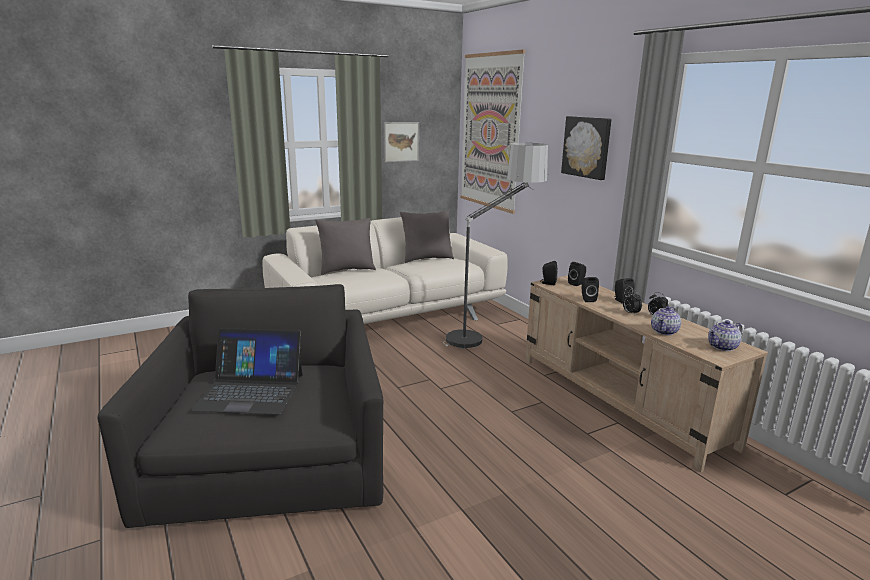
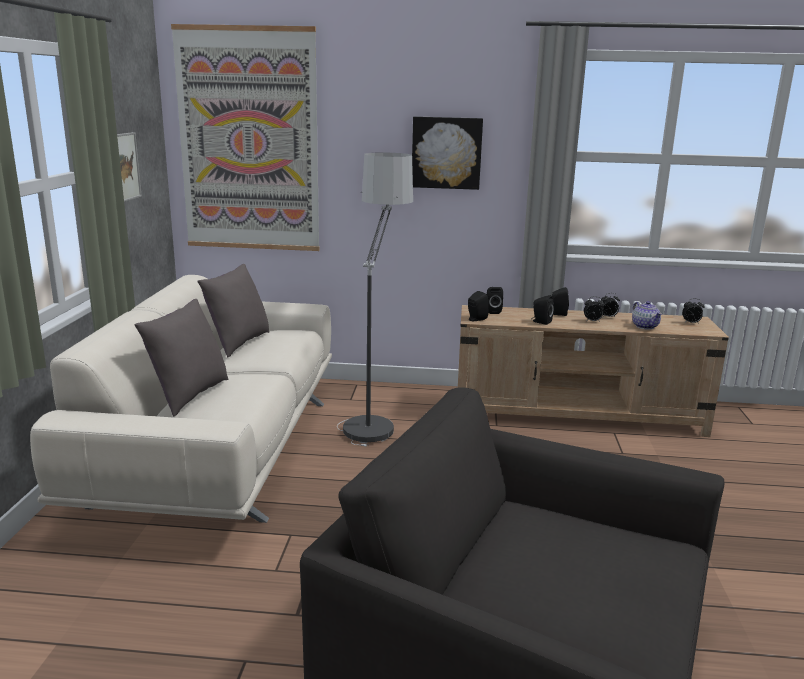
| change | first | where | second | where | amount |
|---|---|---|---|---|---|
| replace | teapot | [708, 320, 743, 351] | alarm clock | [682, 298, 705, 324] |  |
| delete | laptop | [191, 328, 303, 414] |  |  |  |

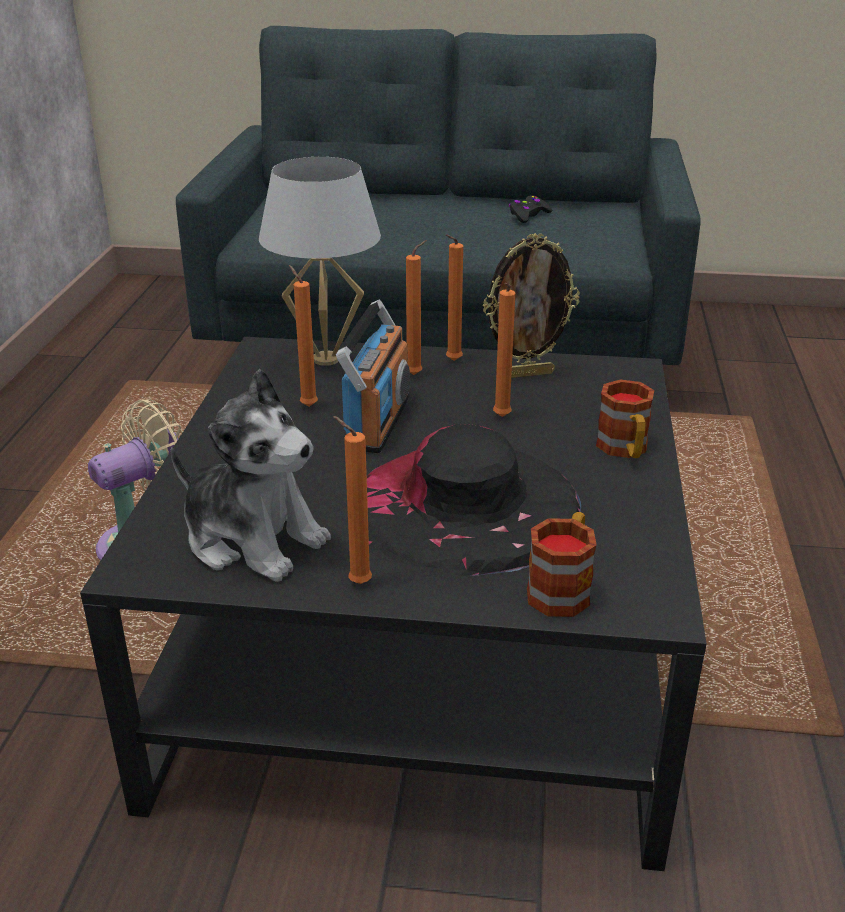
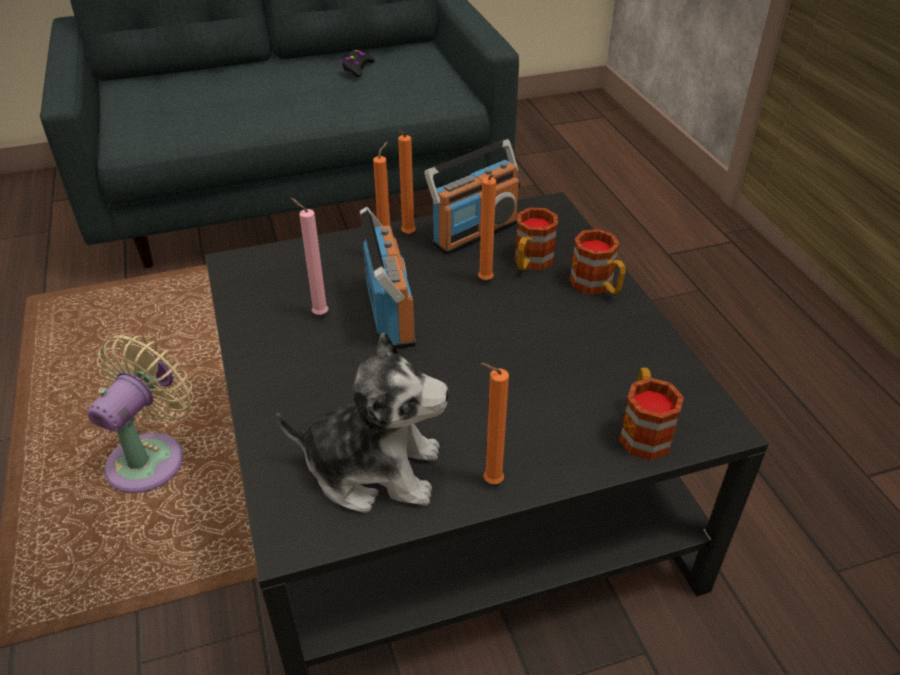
| change | first | where | second | where | amount |
|---|---|---|---|---|---|
| delete | table lamp (white) | [259, 157, 381, 366] |  |  |  |
| replace | picture frame | [483, 233, 580, 378] | radio | [425, 139, 520, 255] |  |
| recolor | candle (orange) | [289, 265, 318, 407] | candle (pink) | [291, 198, 329, 315] |  |
| delete | hat (black) | [367, 424, 581, 576] |  |  |  |
| insert |  |  | mug | [515, 207, 558, 270] |  |

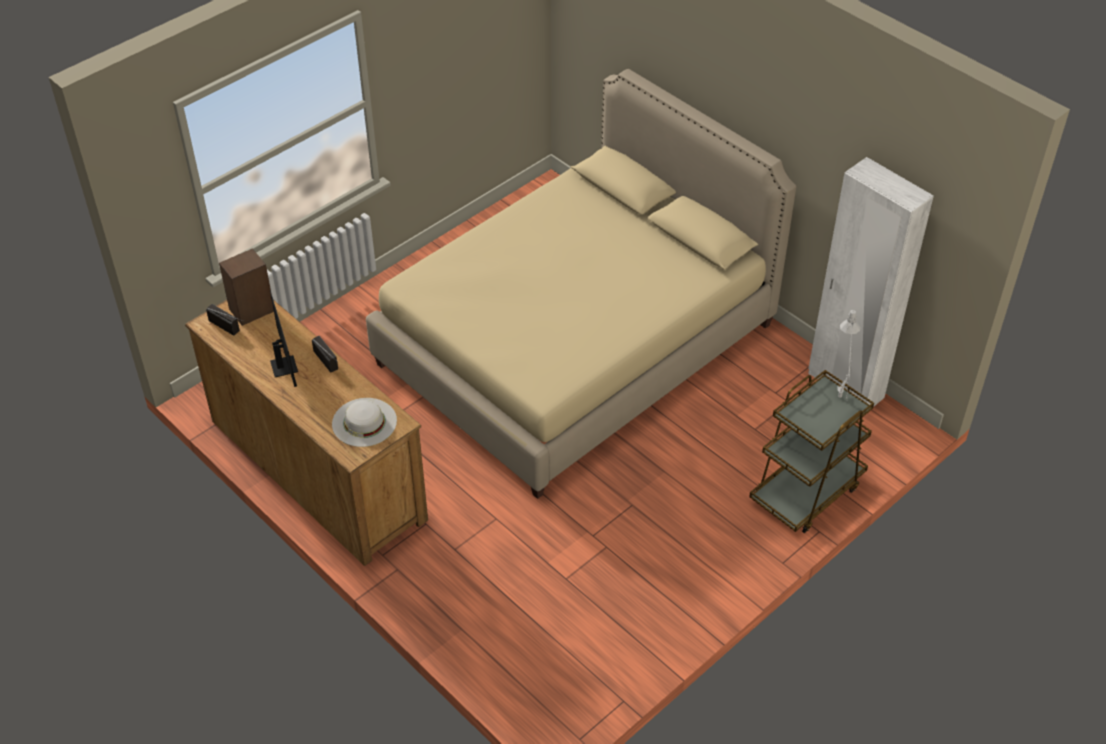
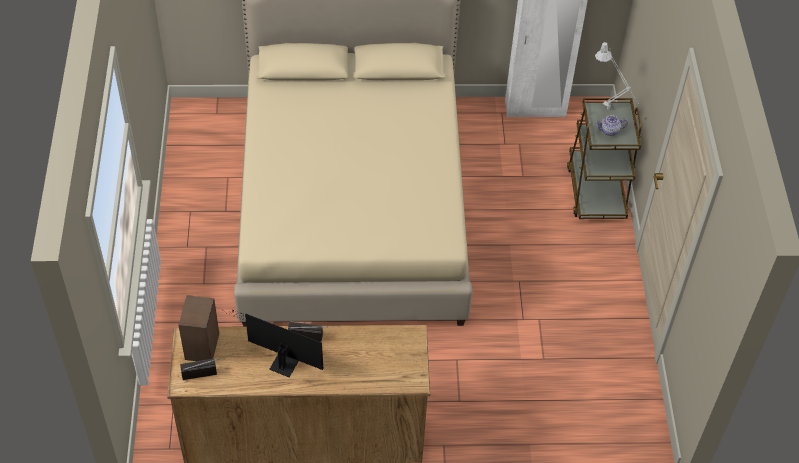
| change | first | where | second | where | amount |
|---|---|---|---|---|---|
| delete | hat (white) | [332, 398, 397, 447] |  |  |  |
| insert |  |  | teapot | [595, 115, 628, 136] |  |

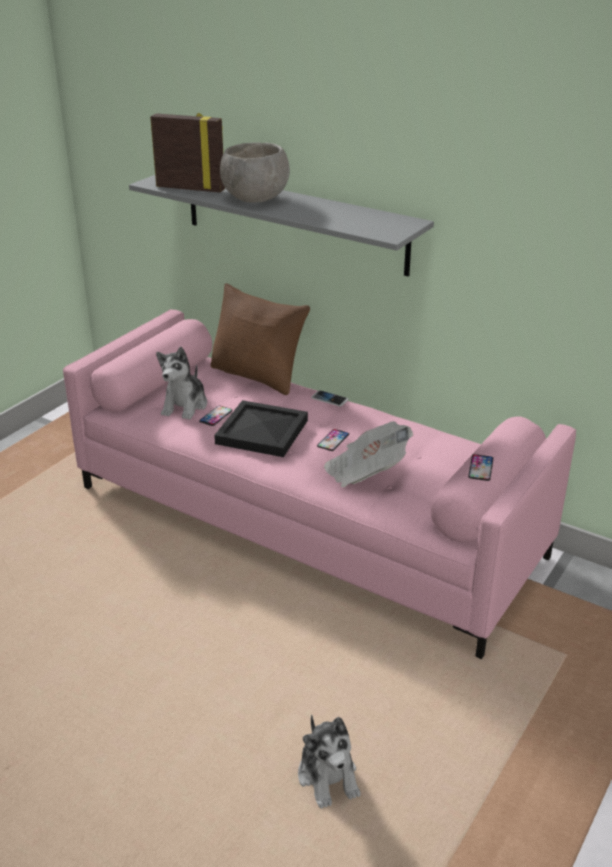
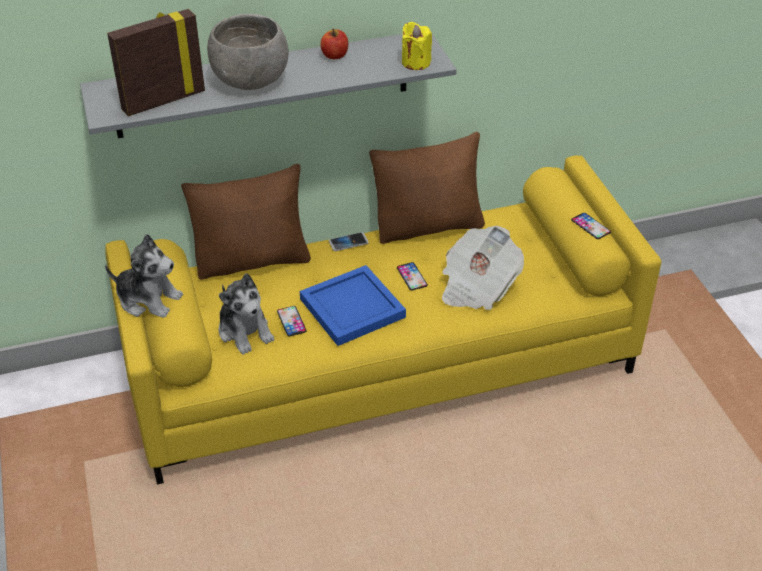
| change | first | where | second | where | amount |
|---|---|---|---|---|---|
| recolor | sofa (pink) | [63, 309, 576, 659] | sofa (yellow) | [105, 155, 661, 485] |  |
| recolor | tray (black) | [214, 400, 308, 457] | tray (blue) | [300, 265, 406, 346] |  |
| move | plush toy | [298, 715, 361, 809] |  | [105, 234, 183, 318] |  |
| insert |  |  | candle (yellow) | [402, 22, 432, 70] |  |
| insert |  |  | apple | [320, 29, 348, 59] |  |
| insert |  |  | pillow (brown) | [369, 132, 485, 244] |  |

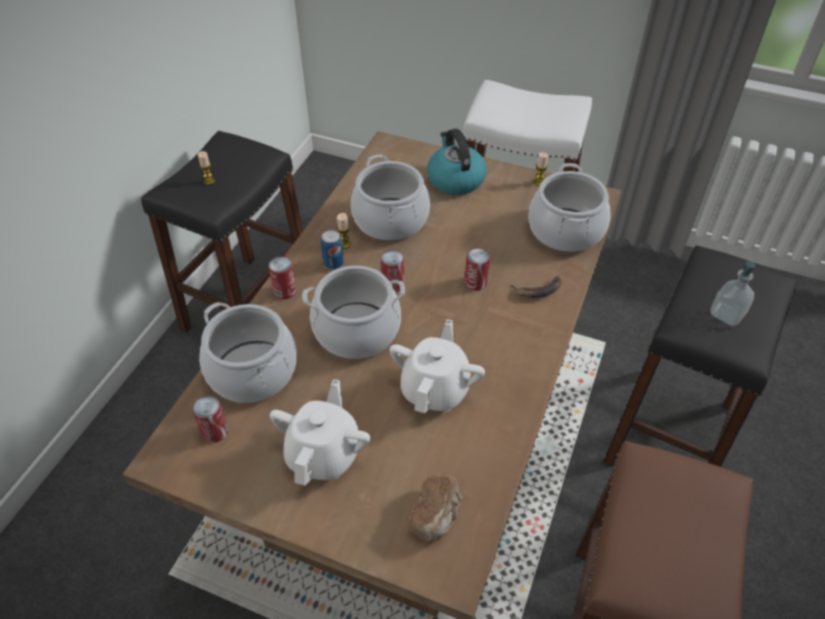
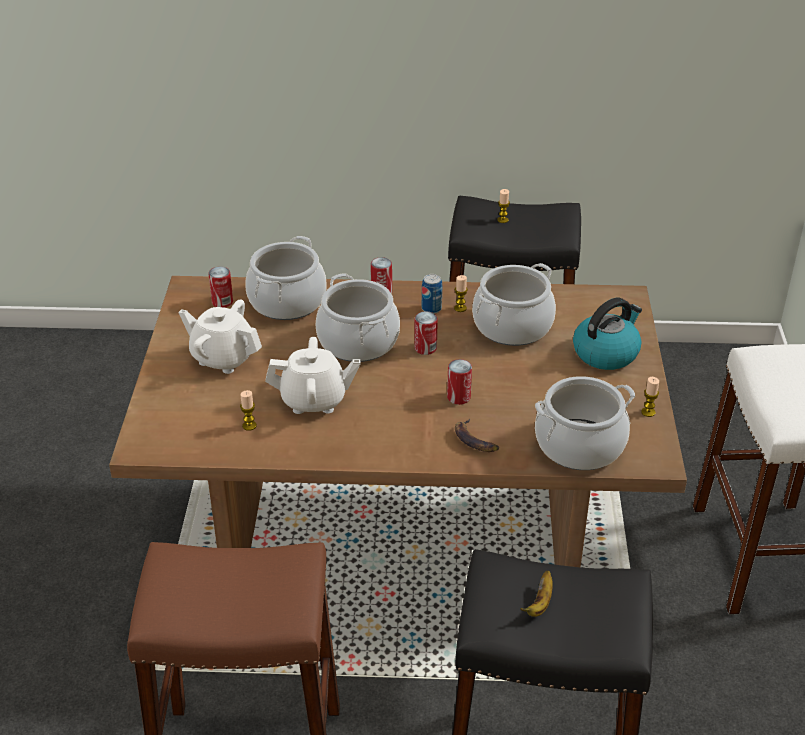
| change | first | where | second | where | amount |
|---|---|---|---|---|---|
| replace | soap dispenser | [710, 261, 755, 326] | banana | [520, 571, 553, 617] |  |
| rotate | teapot (white) | [270, 379, 370, 486] |  | [178, 300, 262, 374] | 150 degrees counterclockwise |
| delete | bread | [409, 474, 462, 541] |  |  |  |
| insert |  |  | candle | [240, 390, 257, 431] |  |

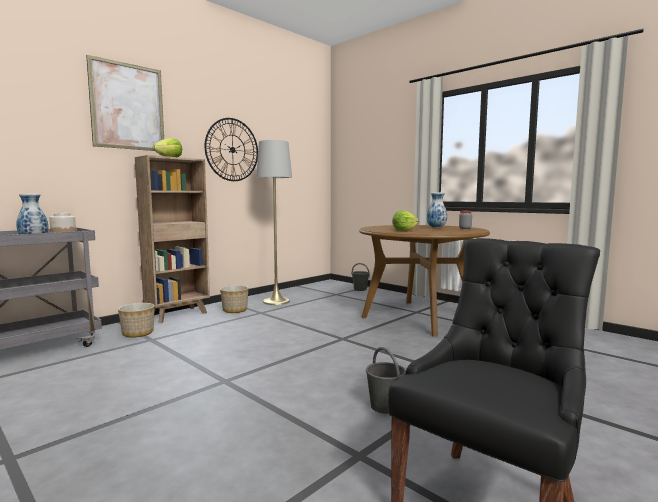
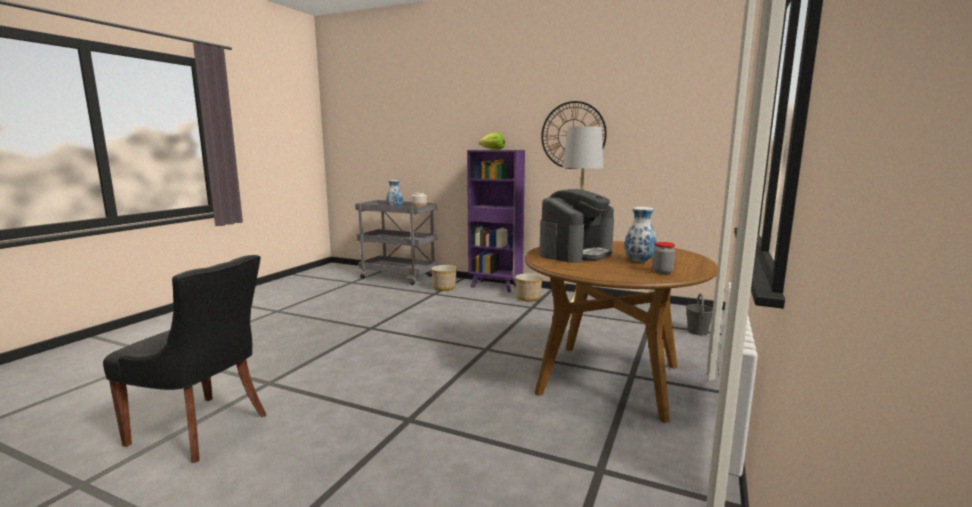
| change | first | where | second | where | amount |
|---|---|---|---|---|---|
| delete | picture | [86, 55, 164, 151] |  |  |  |
| recolor | bookcase (brown) | [135, 155, 210, 323] | bookcase (purple) | [467, 150, 525, 293] |  |
| replace | lettuce | [392, 211, 419, 231] | coffee machine | [539, 189, 614, 263] |  |
| delete | bucket (grey) | [366, 347, 406, 414] |  |  |  |

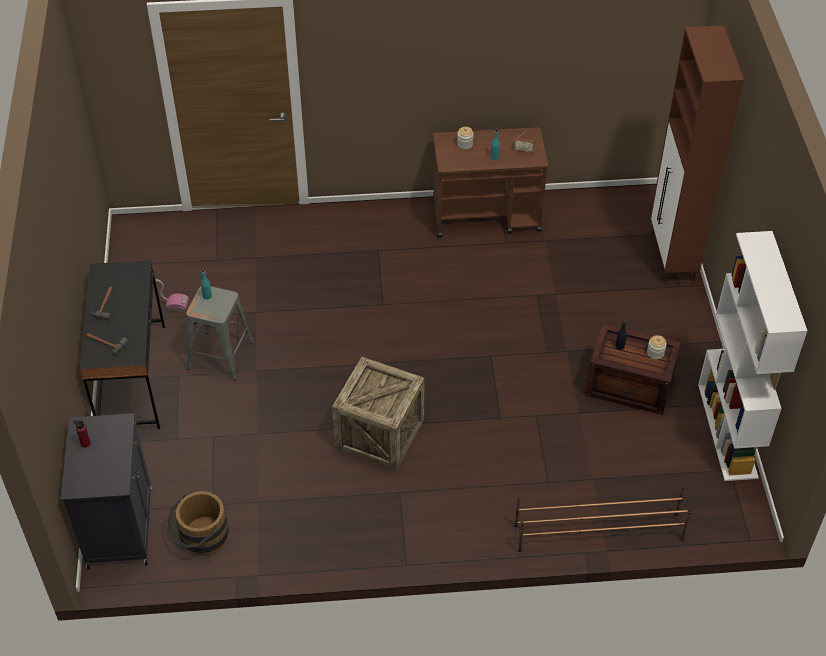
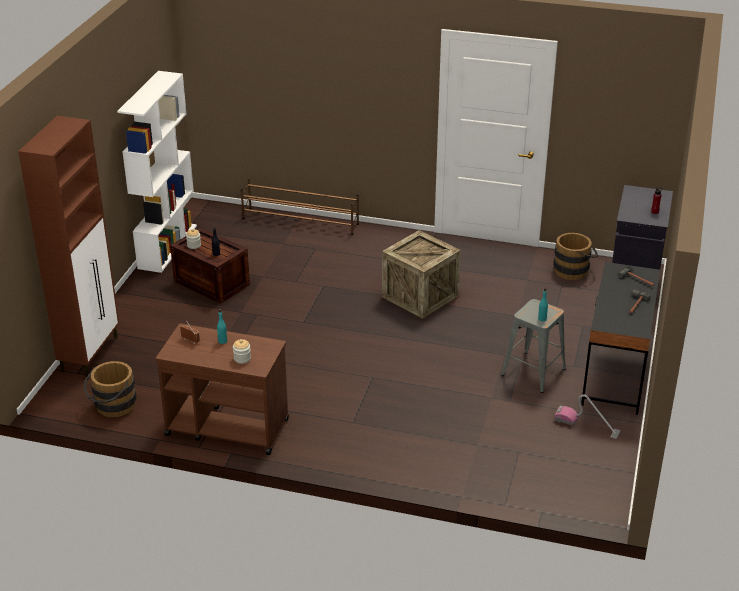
| change | first | where | second | where | amount |
|---|---|---|---|---|---|
| insert |  |  | bucket (brown) | [83, 361, 136, 418] |  |

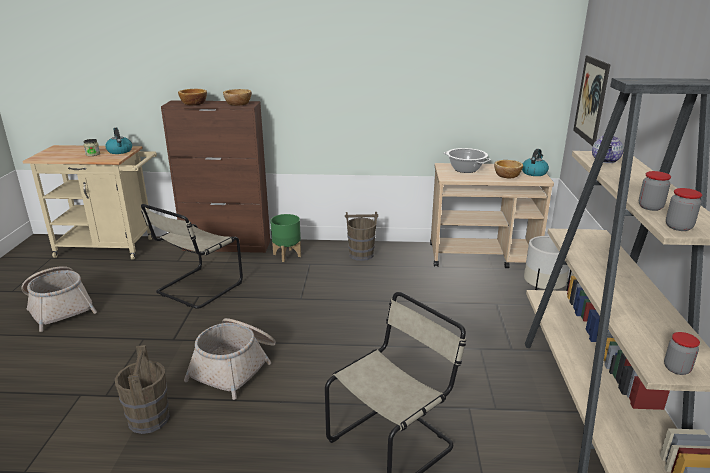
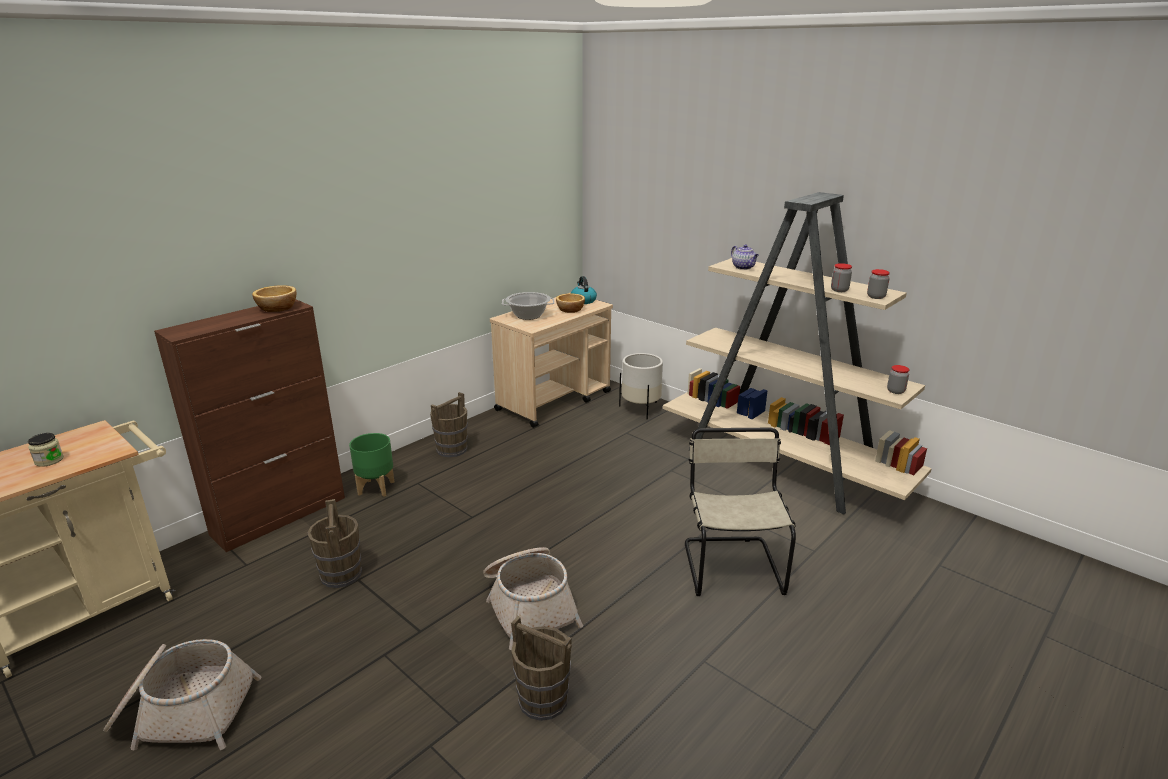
| change | first | where | second | where | amount |
|---|---|---|---|---|---|
| delete | picture | [573, 55, 610, 146] |  |  |  |
| delete | bowl | [178, 89, 207, 105] |  |  |  |
| delete | kettle | [105, 128, 132, 154] |  |  |  |
| replace | chair (beige) | [141, 204, 243, 309] | bucket (brown) | [307, 499, 362, 588] |  |

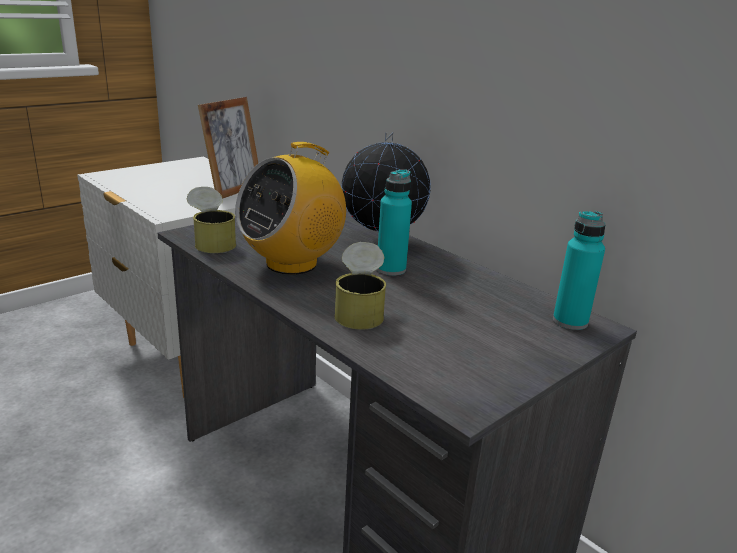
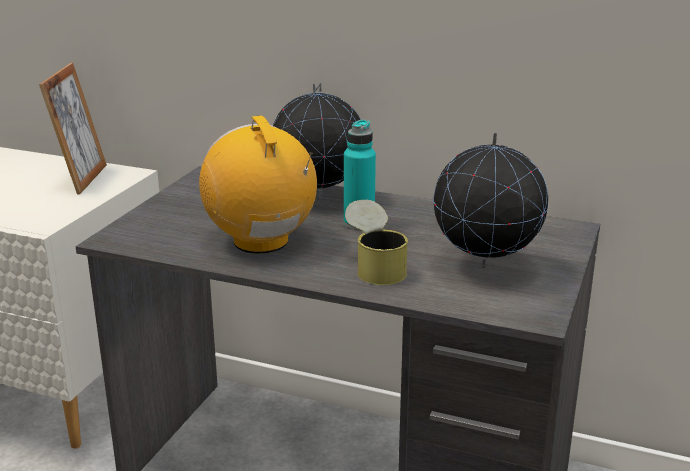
| change | first | where | second | where | amount |
|---|---|---|---|---|---|
| rotate | radio | [235, 142, 346, 275] |  | [199, 115, 317, 253] | 135 degrees clockwise |
| delete | can | [187, 187, 236, 253] |  |  |  |
| delete | bottle (turquoise) | [553, 211, 605, 330] |  |  |  |
| insert |  |  | globe | [433, 132, 548, 268] |  |

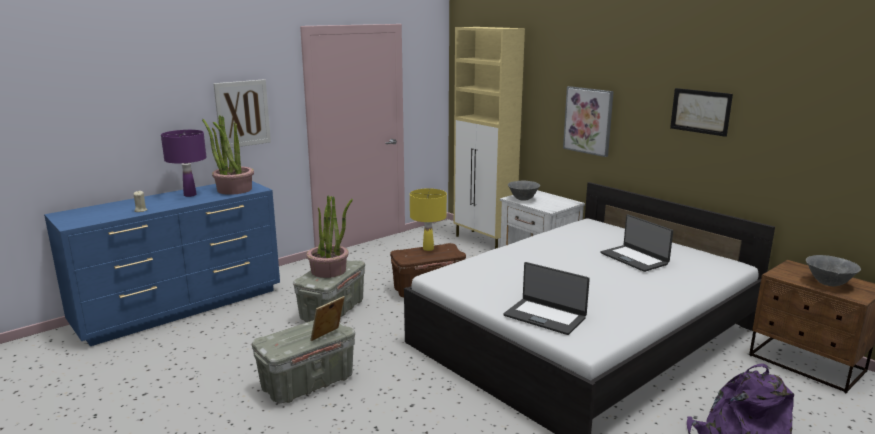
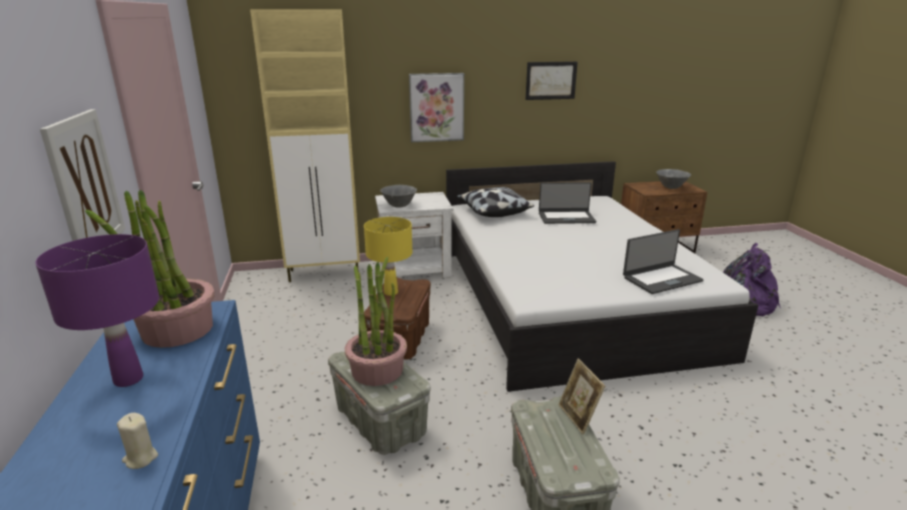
| change | first | where | second | where | amount |
|---|---|---|---|---|---|
| insert |  |  | pillow | [457, 187, 534, 217] |  |

